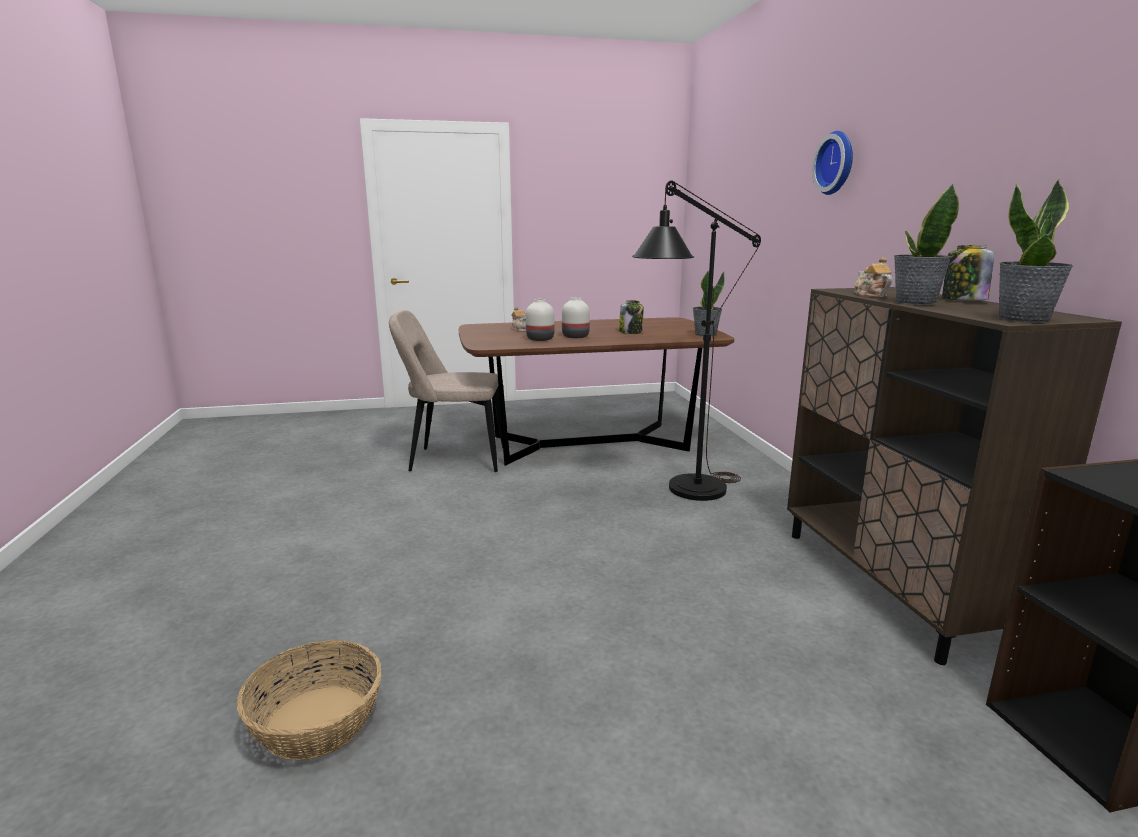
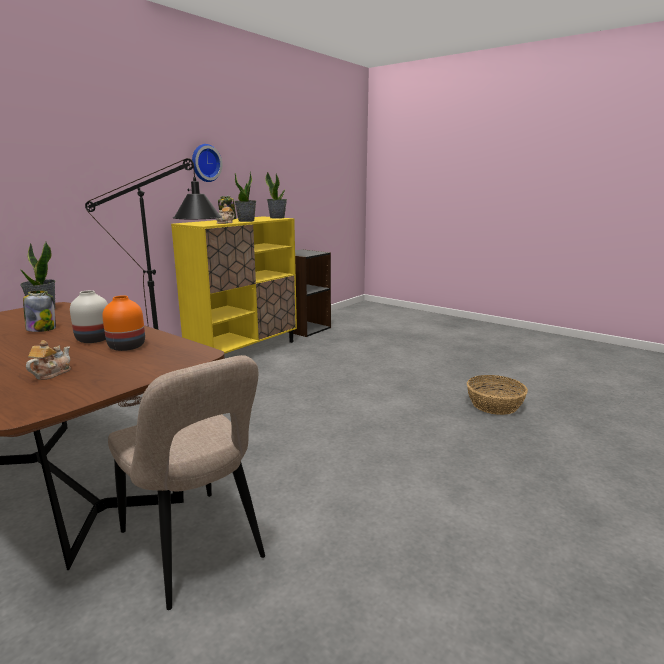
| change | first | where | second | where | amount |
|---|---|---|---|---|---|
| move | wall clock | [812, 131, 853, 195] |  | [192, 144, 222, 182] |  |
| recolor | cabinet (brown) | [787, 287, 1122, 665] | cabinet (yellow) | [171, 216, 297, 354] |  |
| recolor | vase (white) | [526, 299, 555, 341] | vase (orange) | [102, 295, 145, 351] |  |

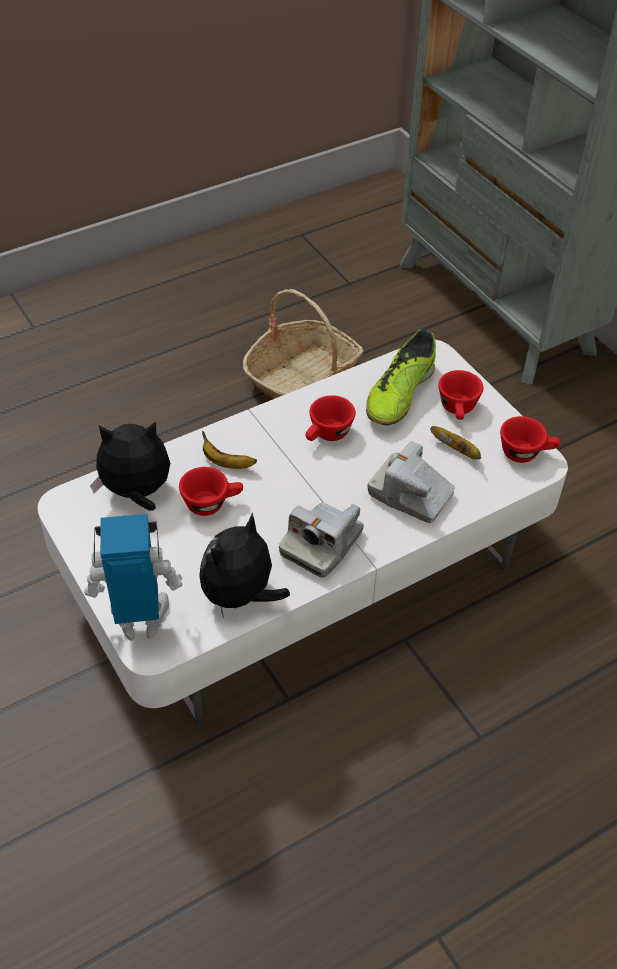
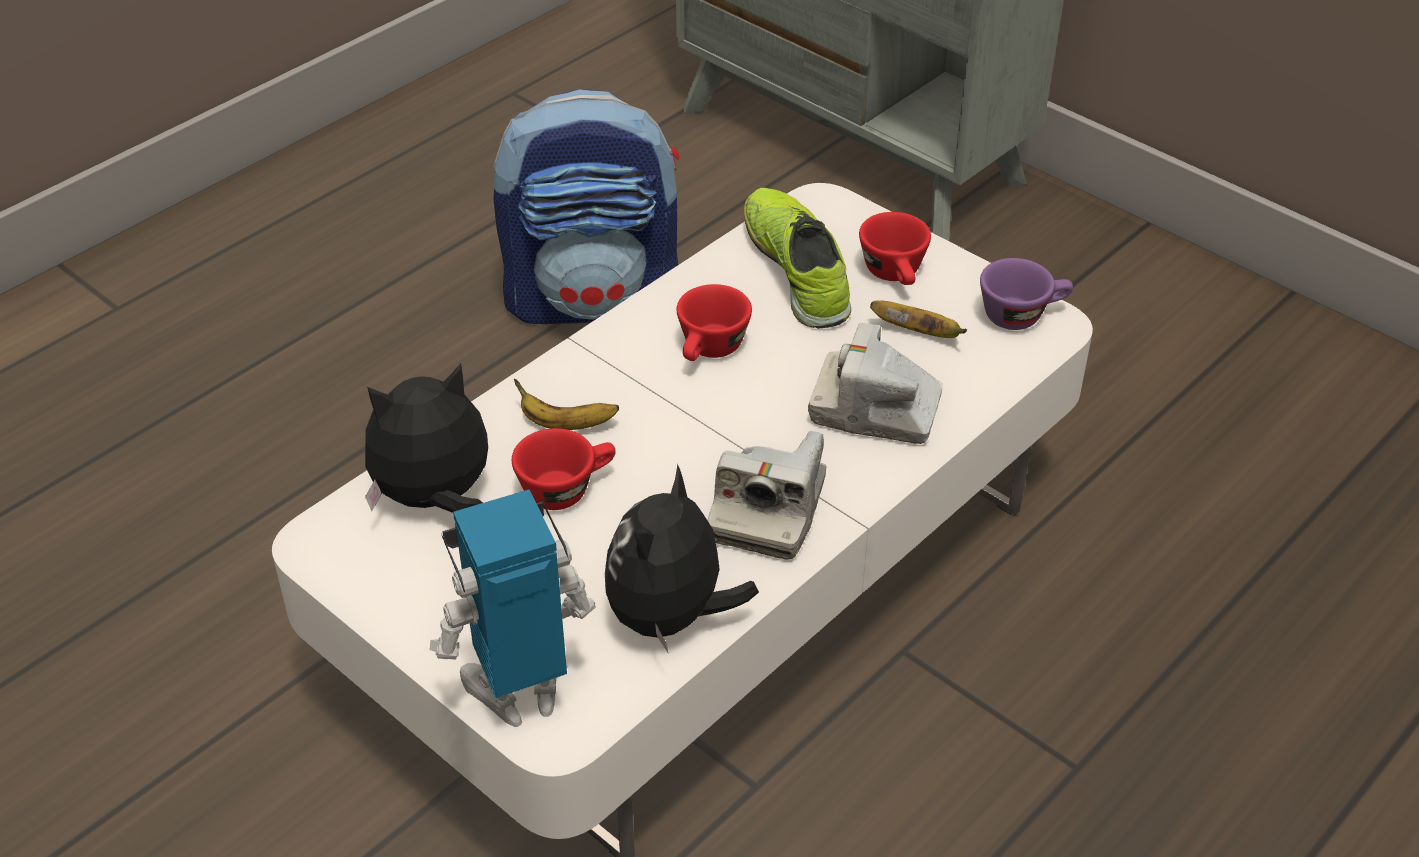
| change | first | where | second | where | amount |
|---|---|---|---|---|---|
| replace | basket | [243, 289, 364, 399] | backpack | [493, 89, 680, 324] |  |
| rotate | shoe | [366, 329, 436, 425] |  | [744, 188, 851, 329] | 150 degrees clockwise |
| recolor | cup (red) | [500, 416, 560, 463] | cup (purple) | [980, 258, 1073, 330] |  |

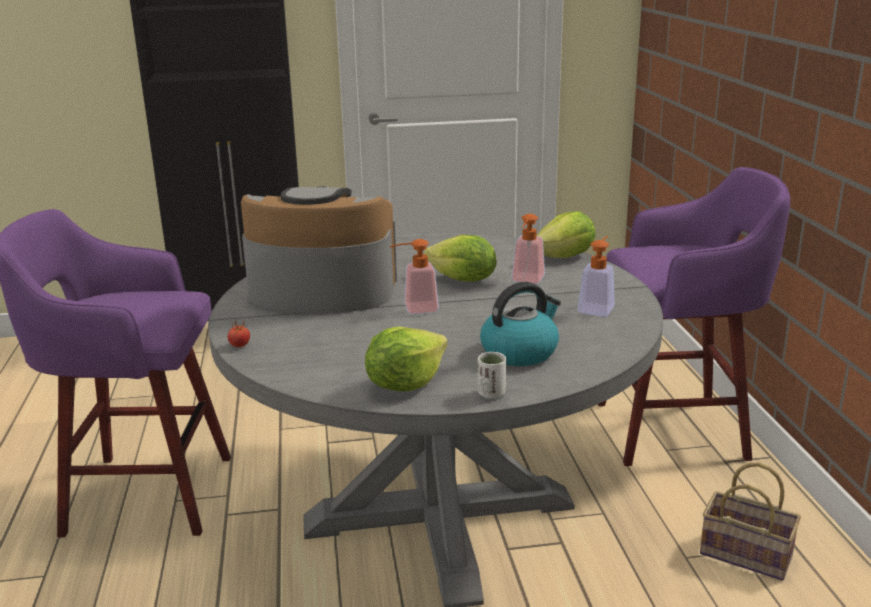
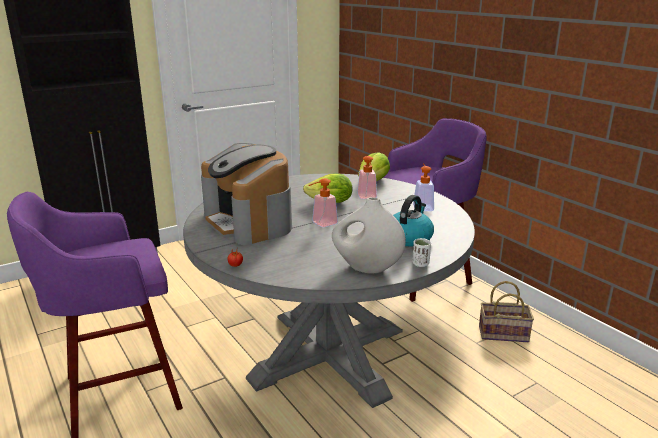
| change | first | where | second | where | amount |
|---|---|---|---|---|---|
| rotate | coffee machine | [241, 186, 397, 313] |  | [201, 143, 292, 245] | 105 degrees counterclockwise |
| replace | lettuce | [365, 326, 448, 391] | vase (white) | [332, 197, 406, 274] |  |

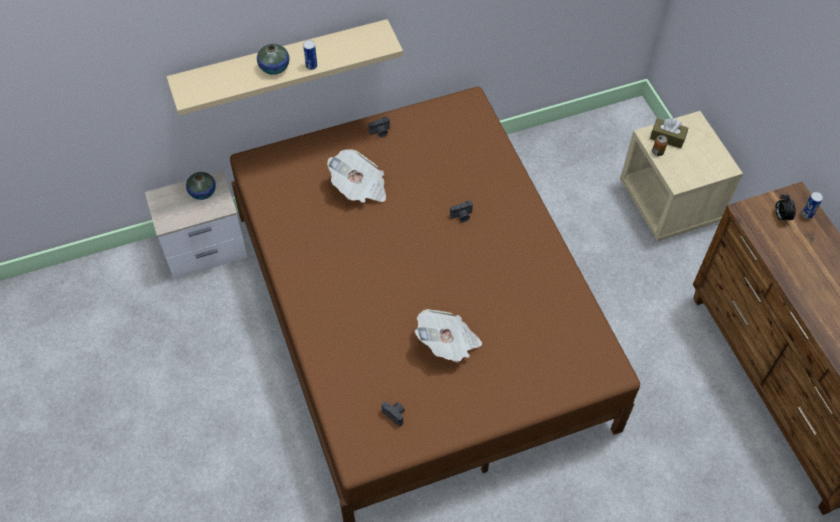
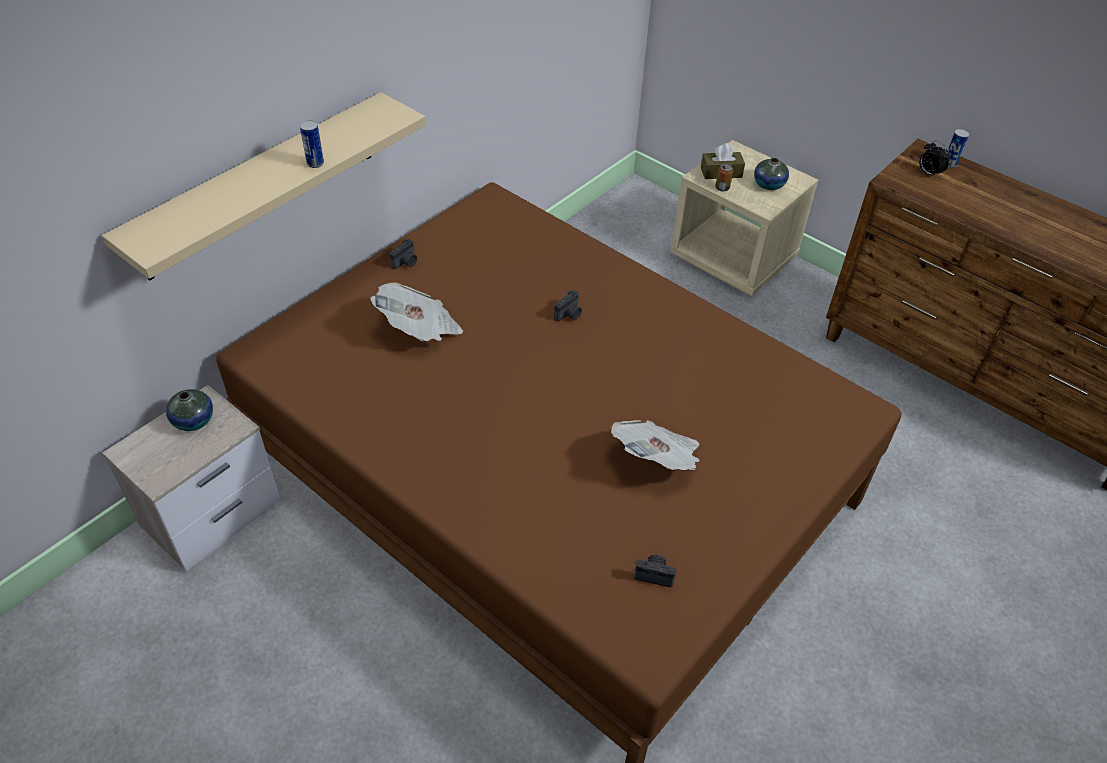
| change | first | where | second | where | amount |
|---|---|---|---|---|---|
| move | vase | [257, 44, 289, 75] |  | [754, 158, 789, 190] |  |

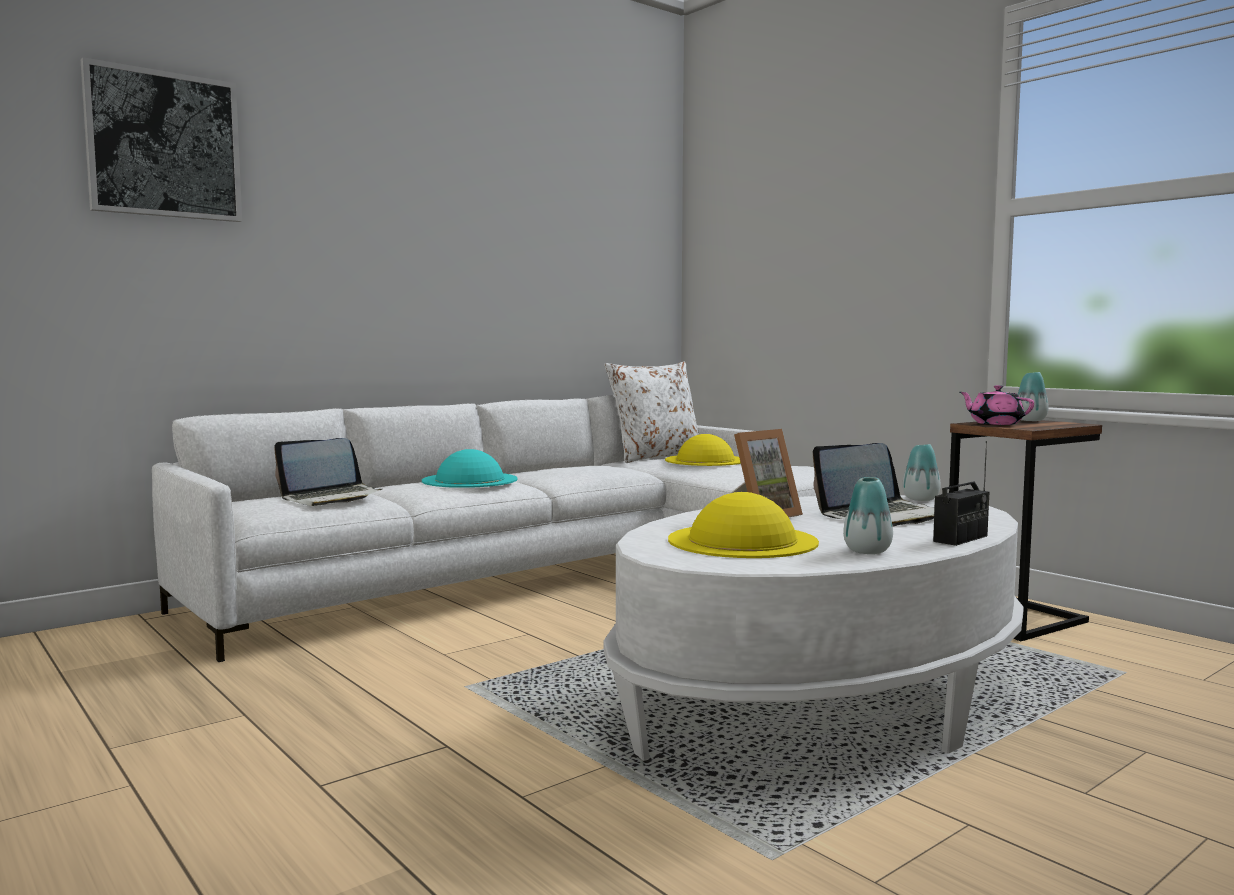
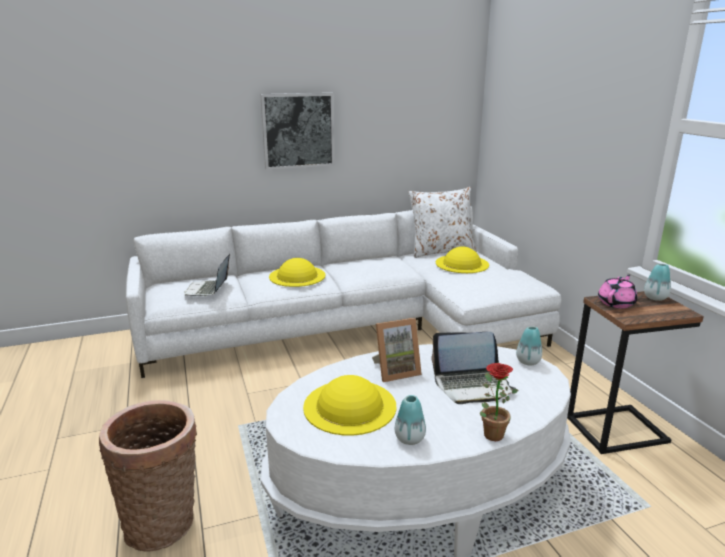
| change | first | where | second | where | amount |
|---|---|---|---|---|---|
| move | picture | [81, 57, 242, 222] |  | [260, 93, 335, 170] |  |
| rotate | teapot (pink) | [960, 385, 1034, 425] |  | [598, 275, 637, 308] | 60 degrees clockwise |
| rotate | laptop | [274, 438, 382, 506] |  | [184, 253, 230, 297] | 105 degrees clockwise |
| replace | radio | [933, 441, 989, 546] | potted plant | [480, 363, 518, 441] |  |
| recolor | hat (turquoise) | [422, 449, 518, 488] | hat (yellow) | [269, 258, 325, 287] |  |
| insert |  |  | basket | [99, 400, 197, 552] |  |

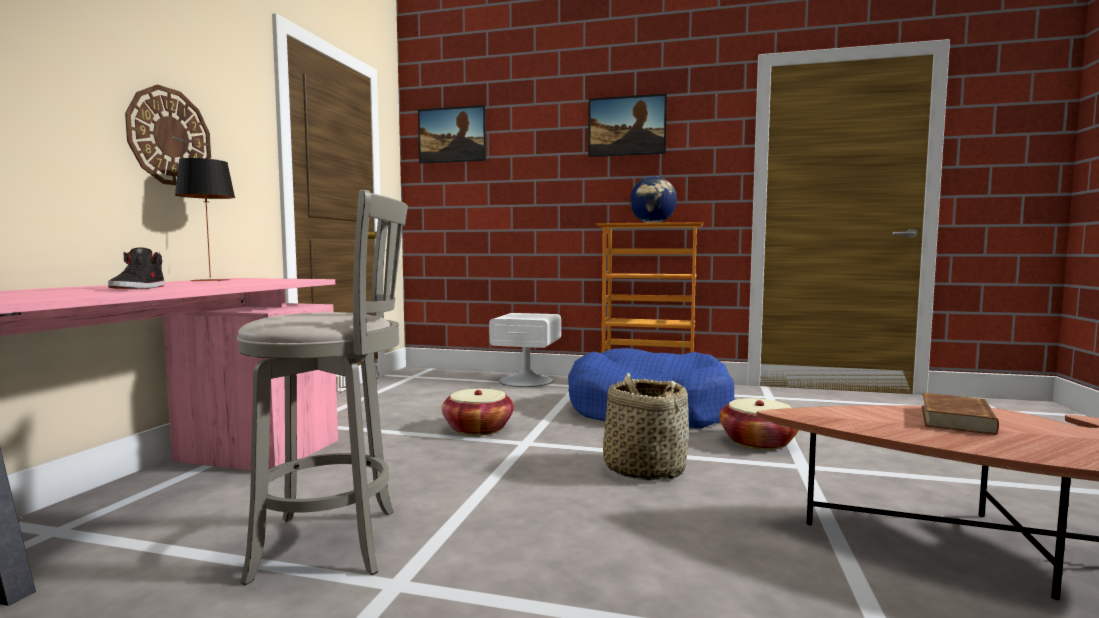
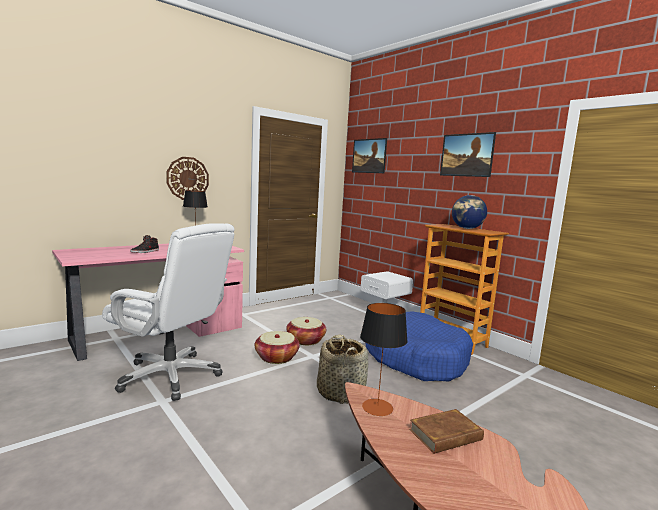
| change | first | where | second | where | amount |
|---|---|---|---|---|---|
| replace | stool (grey) | [237, 190, 408, 585] | office chair (white) | [102, 223, 235, 401] |  |
| move | basket | [719, 398, 799, 450] |  | [255, 331, 300, 364] |  |
| insert |  |  | table lamp | [360, 303, 408, 416] |  |

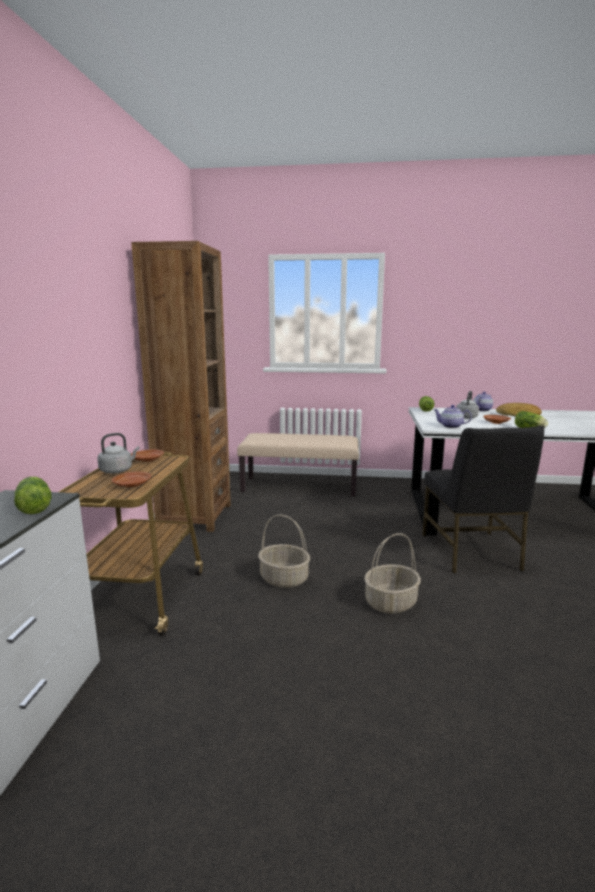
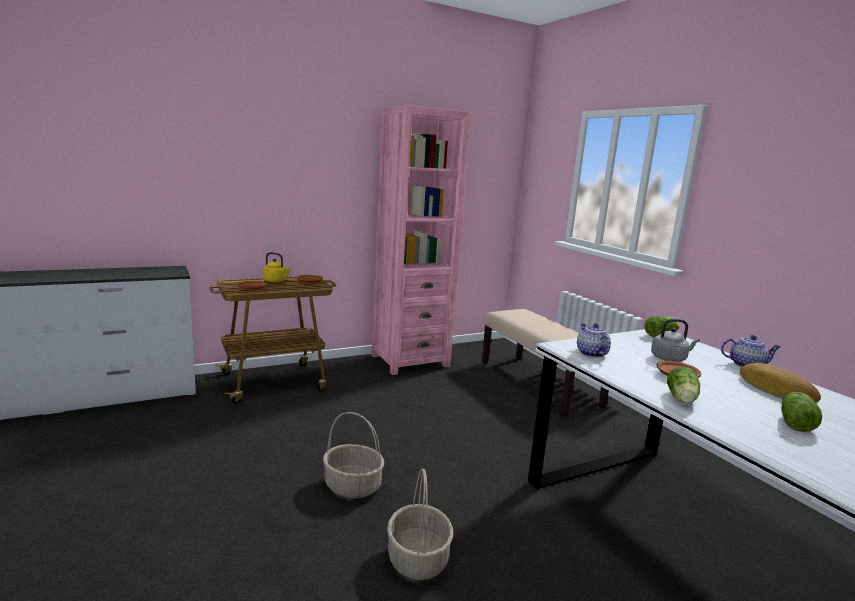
| change | first | where | second | where | amount |
|---|---|---|---|---|---|
| recolor | bookcase (brown) | [131, 241, 231, 532] | bookcase (pink) | [372, 105, 471, 375] |  |
| delete | chair (black) | [422, 426, 544, 574] |  |  |  |
| recolor | kettle (grey) | [97, 433, 139, 473] | kettle (yellow) | [263, 252, 292, 283] |  |
| move | lettuce | [14, 477, 52, 514] |  | [781, 392, 822, 432] |  |
| move | basket | [258, 515, 310, 588] |  | [387, 469, 453, 581] |  |

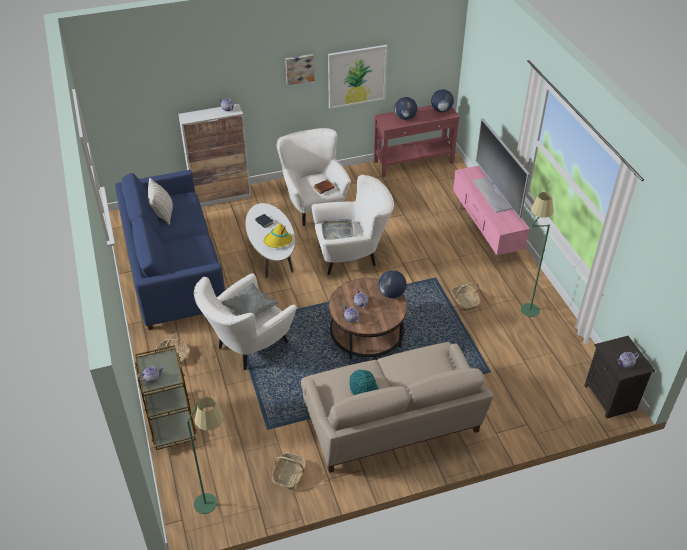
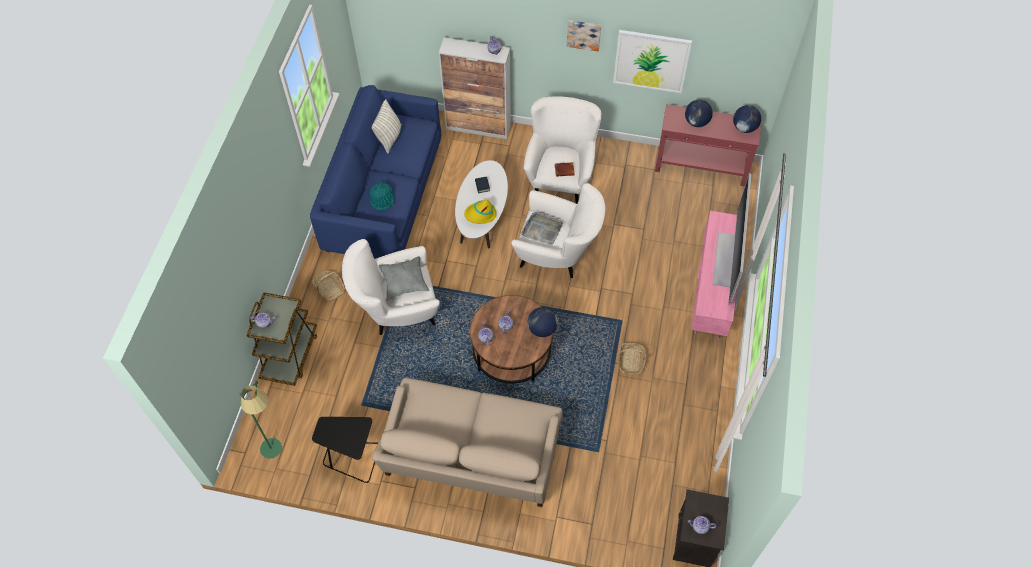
| change | first | where | second | where | amount |
|---|---|---|---|---|---|
| delete | floor lamp (green) | [521, 192, 554, 317] |  |  |  |
| move | hat (turquoise) | [350, 369, 379, 395] |  | [370, 182, 394, 211] |  |
| replace | basket | [272, 453, 306, 489] | side table (black) | [312, 417, 378, 483] |  |

